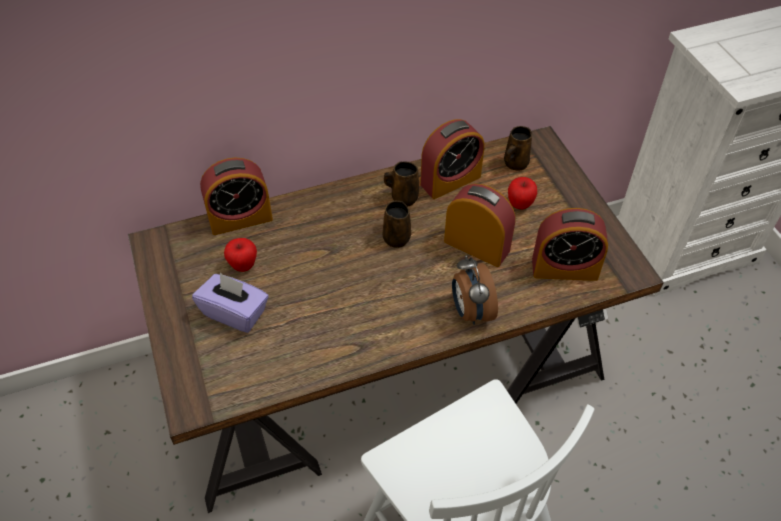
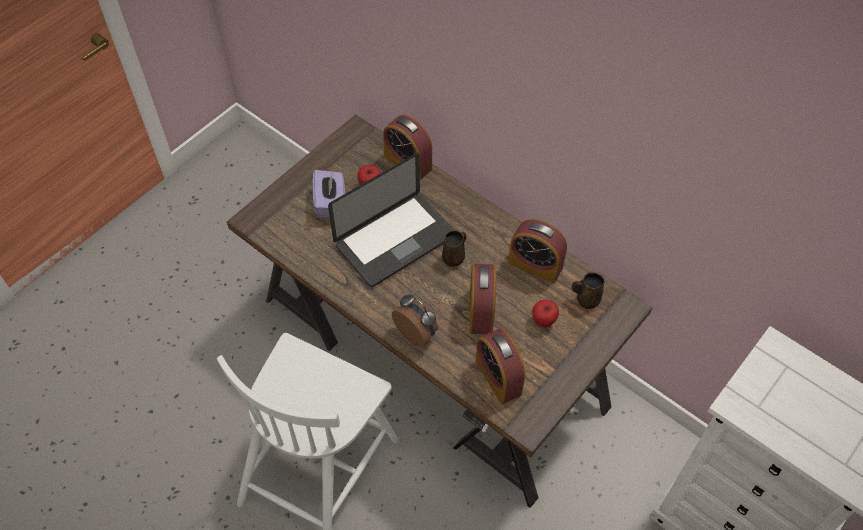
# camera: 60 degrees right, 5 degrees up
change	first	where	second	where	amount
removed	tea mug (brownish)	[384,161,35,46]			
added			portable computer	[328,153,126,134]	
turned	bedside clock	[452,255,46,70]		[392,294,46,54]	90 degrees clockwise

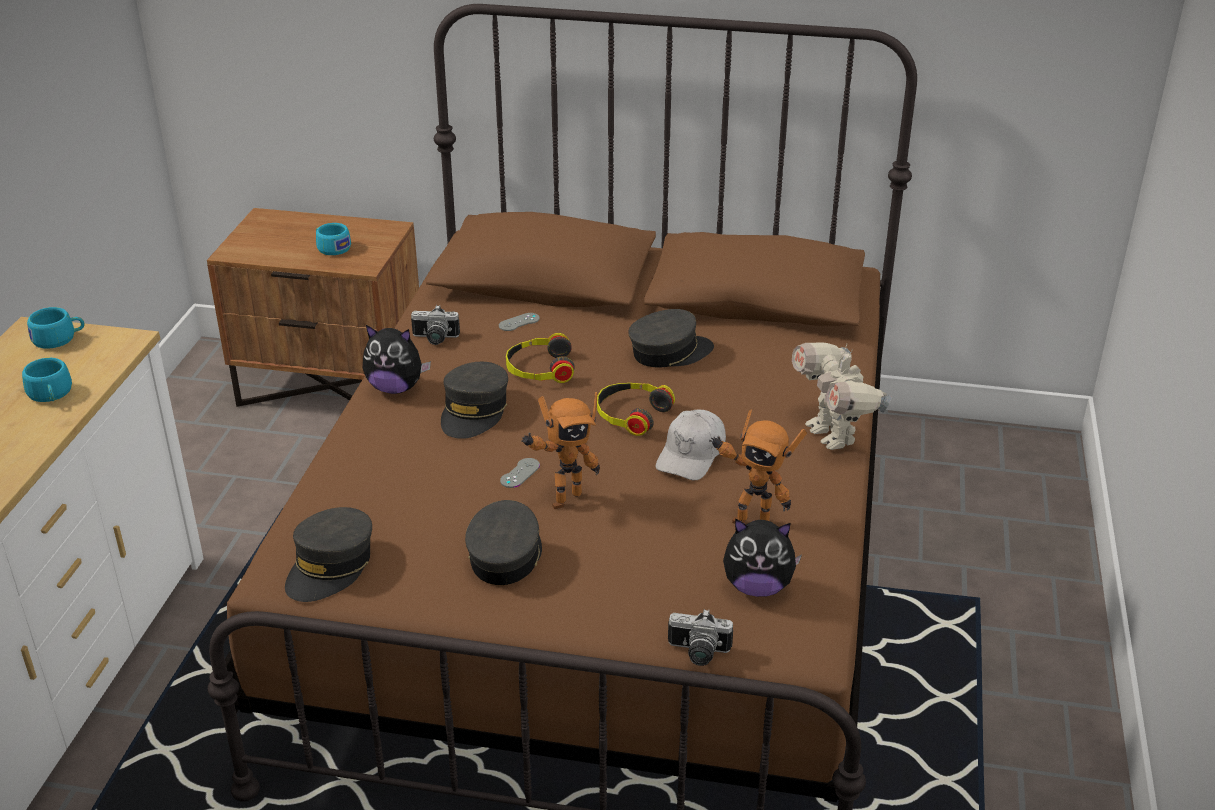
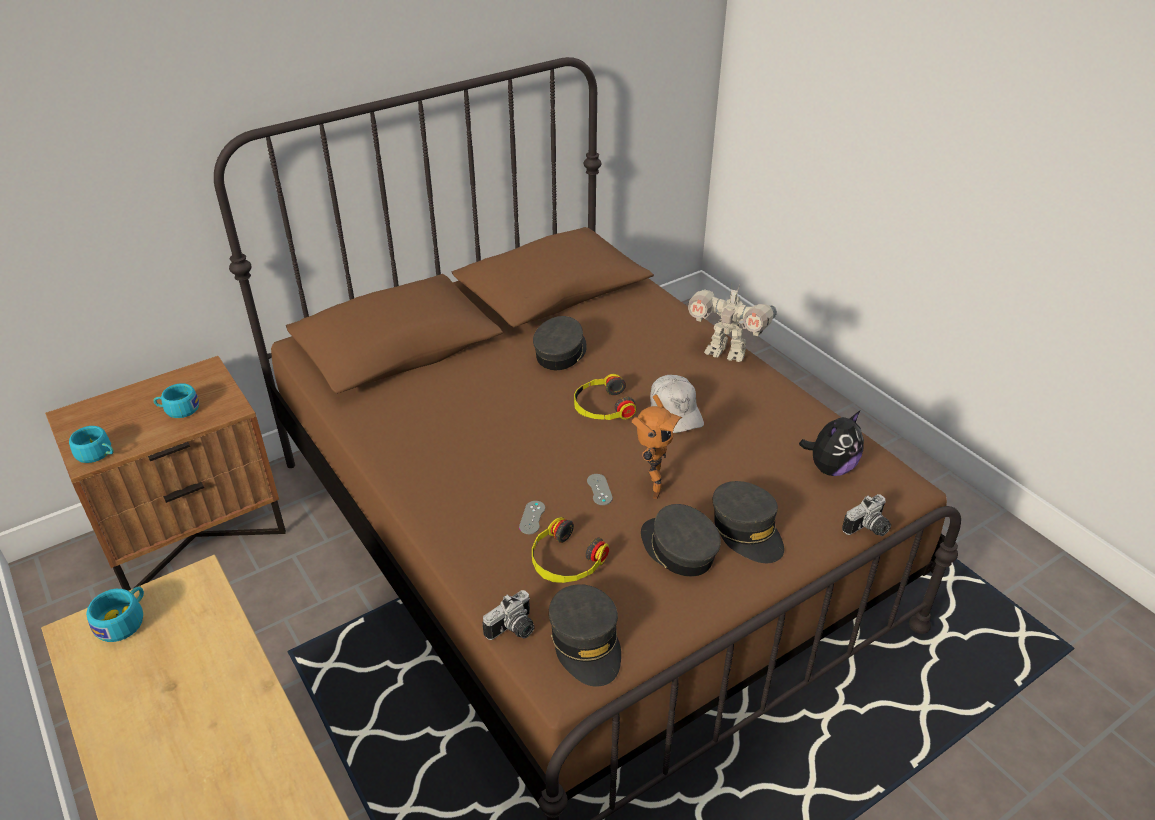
# camera: 45 degrees left, 5 degrees up
change	first	where	second	where	amount
removed	cuddly toy	[363,325,68,69]			
removed	toy robot	[709,409,98,114]			
moved	drinking cup (turquoise)	[22,358,50,44]		[69,426,45,37]	
moved	still camera	[411,305,49,40]		[482,590,53,50]	
moved	peaked cap (greyish)	[441,362,67,77]		[713,481,71,82]	
moved	gamepad (greyish)	[499,313,41,18]		[519,501,26,33]	
moved	pair of headphones	[506,333,69,50]		[532,517,77,66]	

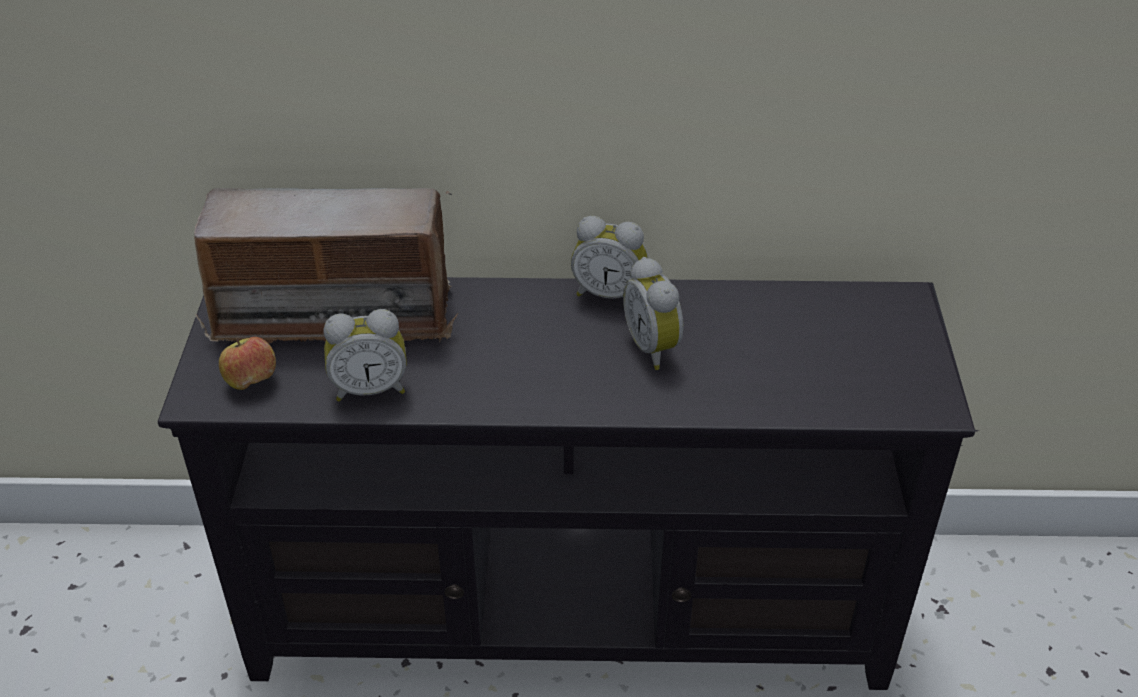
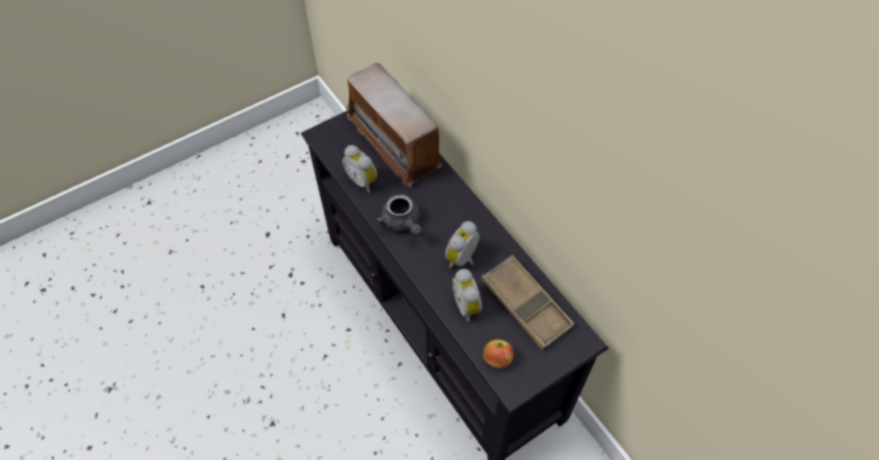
# camera: 55 degrees right, 15 degrees up
change	first	where	second	where	amount
added			tea pot (greyish)	[376,194,47,43]	
added			tray (brownish)	[481,255,93,95]	
moved	whole apple	[219,337,57,53]		[483,340,31,28]	
moved	bedside clock	[571,216,77,83]		[452,269,30,53]	

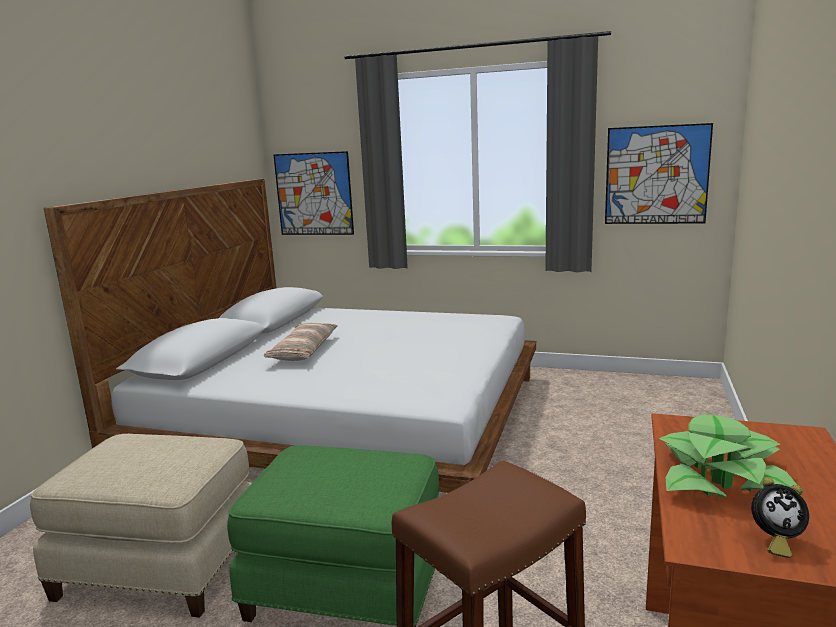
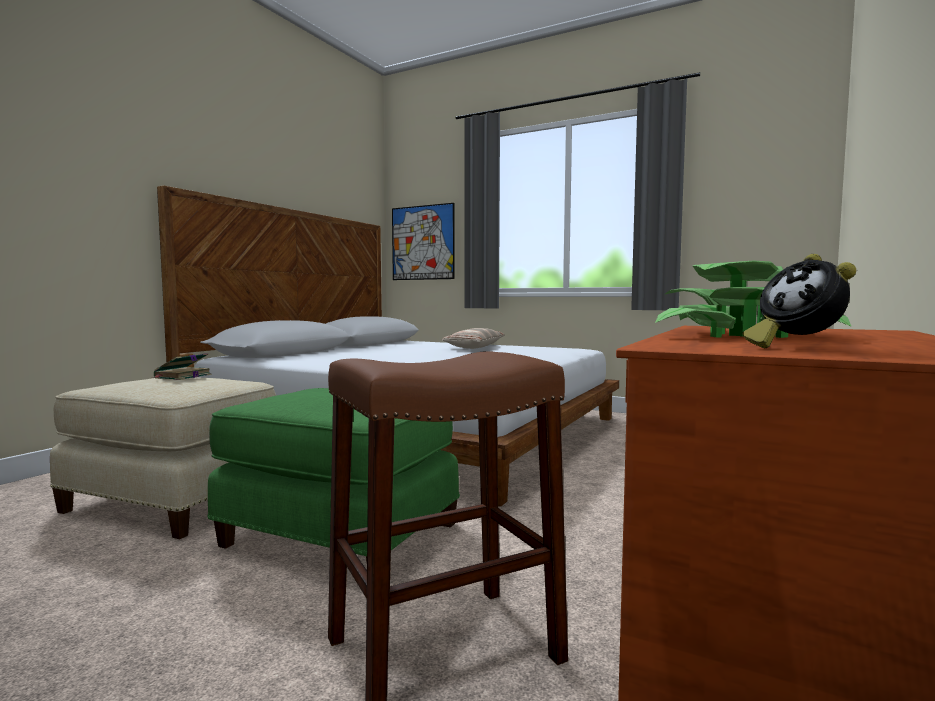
# camera: 10 degrees right, 10 degrees down
change	first	where	second	where	amount
removed	wall picture	[605,123,108,101]			
added			book	[152,353,60,27]	
moved	throw pillow	[264,323,74,38]		[442,328,63,21]	
turned	bedside clock	[751,477,58,81]		[742,254,114,94]	60 degrees clockwise

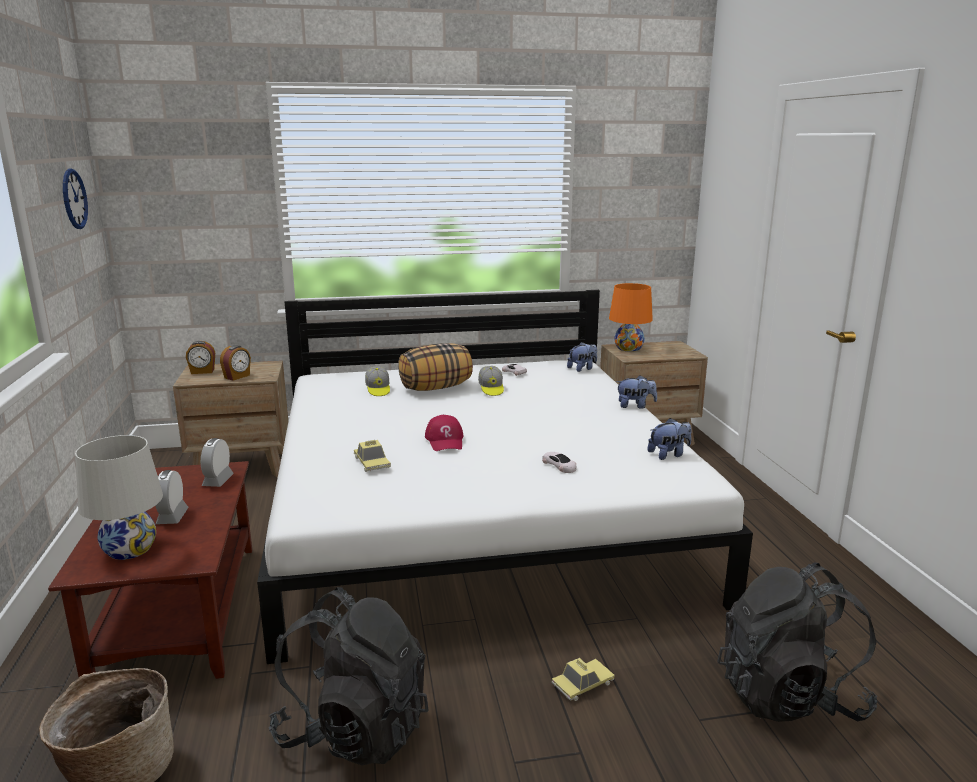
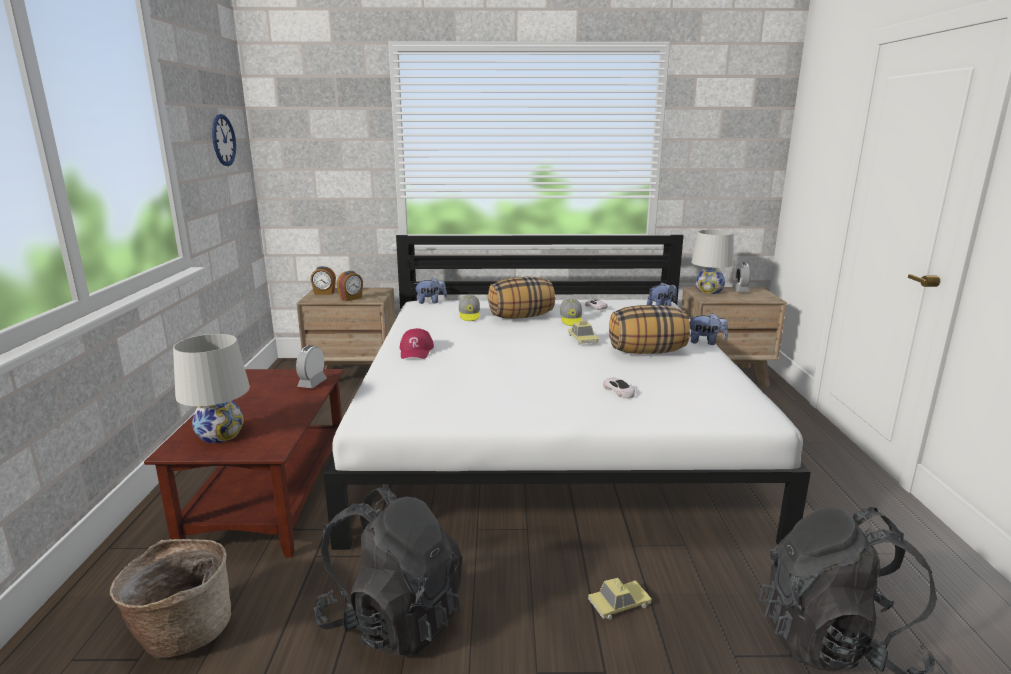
# camera: 10 degrees right, 0 degrees up
change	first	where	second	where	amount
added			throw pillow	[609,305,81,49]	
moved	bedside clock	[155,470,33,54]		[732,262,18,30]	
moved	miniature car	[354,440,37,32]		[568,321,31,23]	
moved	peaked cap (reddish)	[425,415,38,36]		[400,328,34,31]	
moved	cuddly toy	[647,418,45,42]		[414,278,33,26]	
recoloured	lamp for a table (orange-coloured)	[609,283,44,69]	lamp for a table (whitish)	[691,230,43,64]	

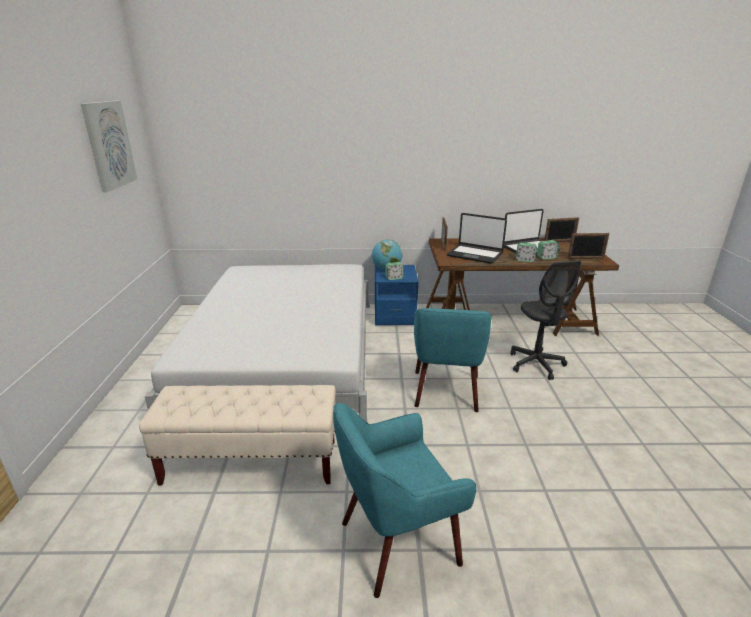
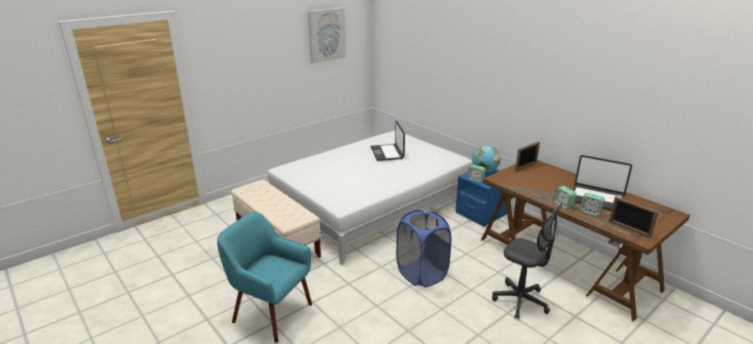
# camera: 50 degrees right, 0 degrees up
change	first	where	second	where	amount
removed	picture frame	[544,217,35,25]			
moved	portable computer	[447,213,60,51]		[370,121,35,40]	
replaced	lounge chair (turquoise)	[414,308,78,104]	laundry basket (blue)	[396,210,55,77]	
turned	computer chair (greyish)	[510,260,71,120]		[492,203,71,116]	90 degrees counterclockwise

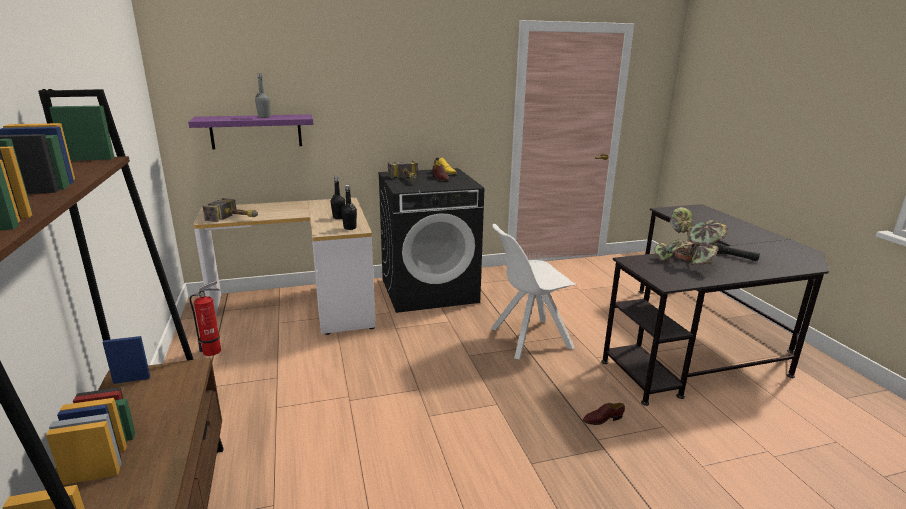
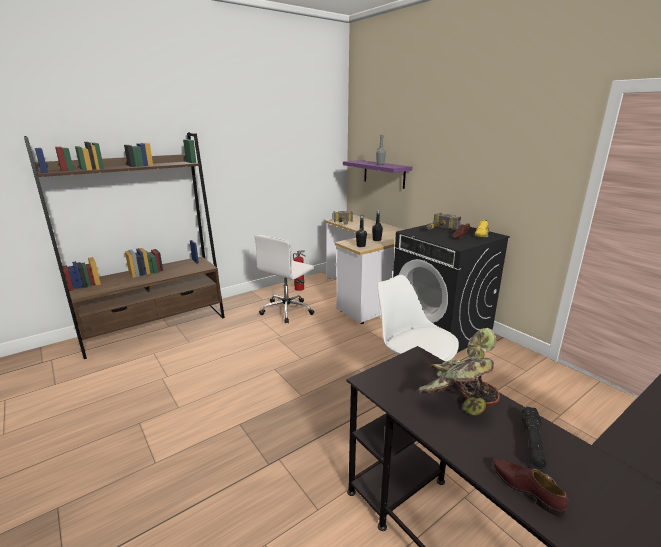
# camera: 70 degrees right, 0 degrees up
change	first	where	second	where	amount
added			computer chair (whitish)	[255,235,59,88]	
moved	item of footwear (brownish)	[583,403,42,22]		[492,459,76,58]	

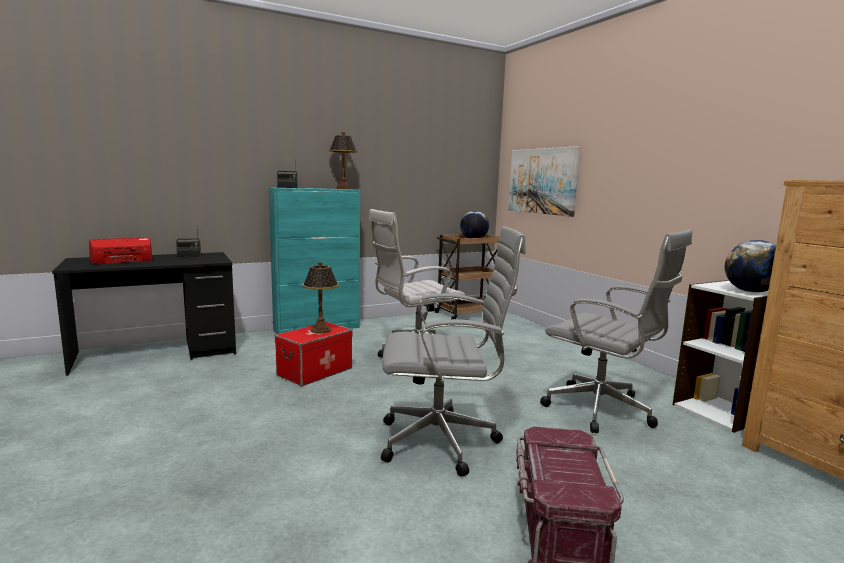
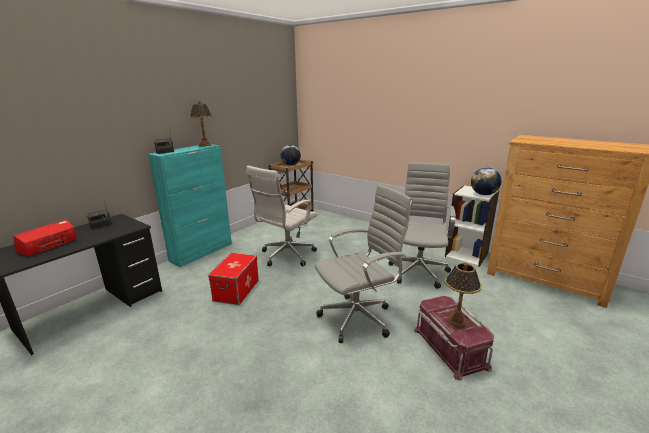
# camera: 25 degrees left, 10 degrees up
change	first	where	second	where	amount
removed	wall picture	[508,146,72,71]			
moved	lamp for a table	[302,262,37,72]		[445,263,37,64]	
turned	computer chair (greyish)	[540,229,152,204]		[389,162,67,127]	90 degrees counterclockwise

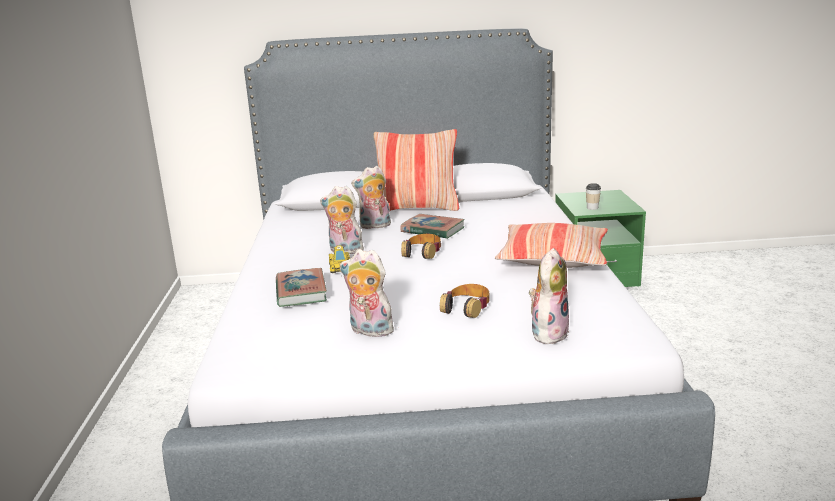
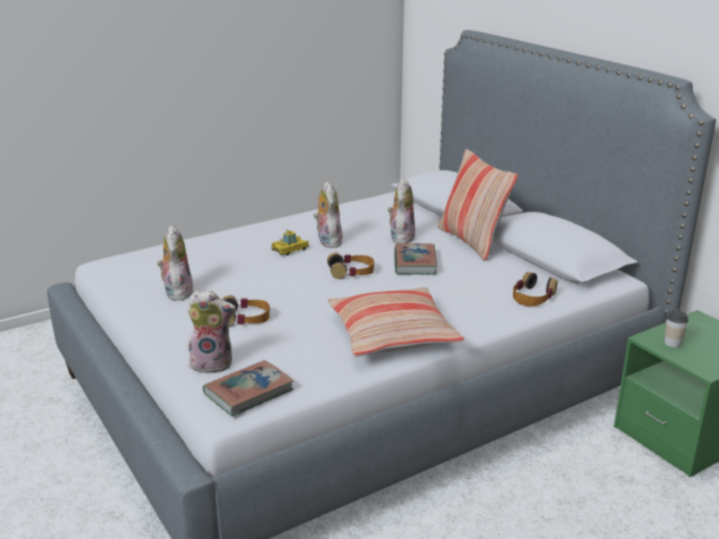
# camera: 60 degrees right, 5 degrees up
change	first	where	second	where	amount
added			pair of headphones	[513,272,45,34]	
moved	book	[276,268,51,39]		[203,360,91,57]	
turned	cuddly toy	[351,166,40,63]		[388,178,27,66]	60 degrees clockwise

